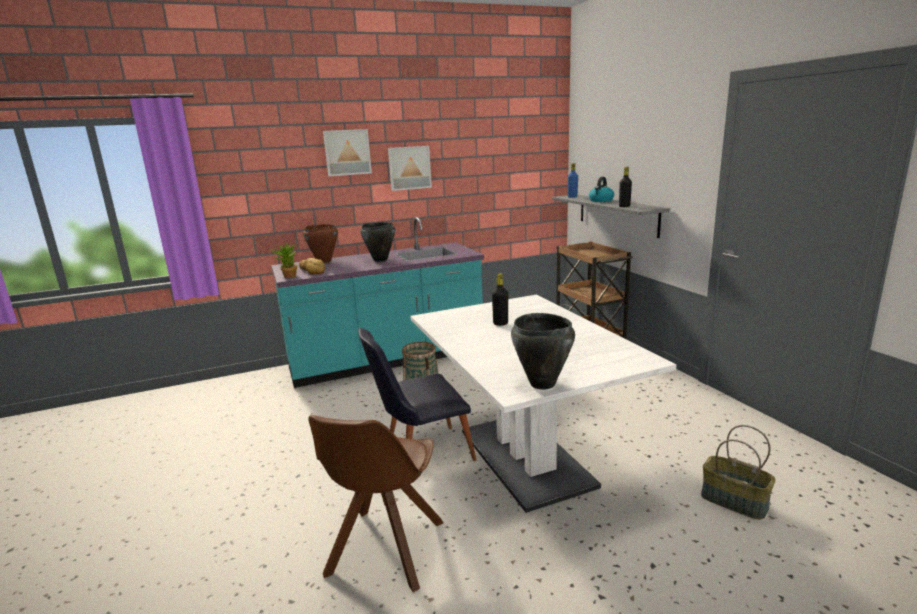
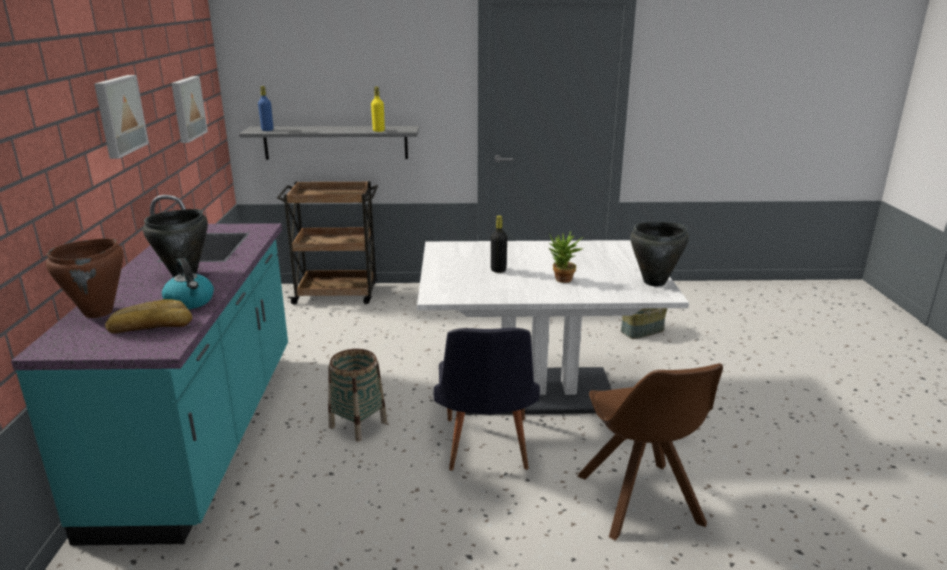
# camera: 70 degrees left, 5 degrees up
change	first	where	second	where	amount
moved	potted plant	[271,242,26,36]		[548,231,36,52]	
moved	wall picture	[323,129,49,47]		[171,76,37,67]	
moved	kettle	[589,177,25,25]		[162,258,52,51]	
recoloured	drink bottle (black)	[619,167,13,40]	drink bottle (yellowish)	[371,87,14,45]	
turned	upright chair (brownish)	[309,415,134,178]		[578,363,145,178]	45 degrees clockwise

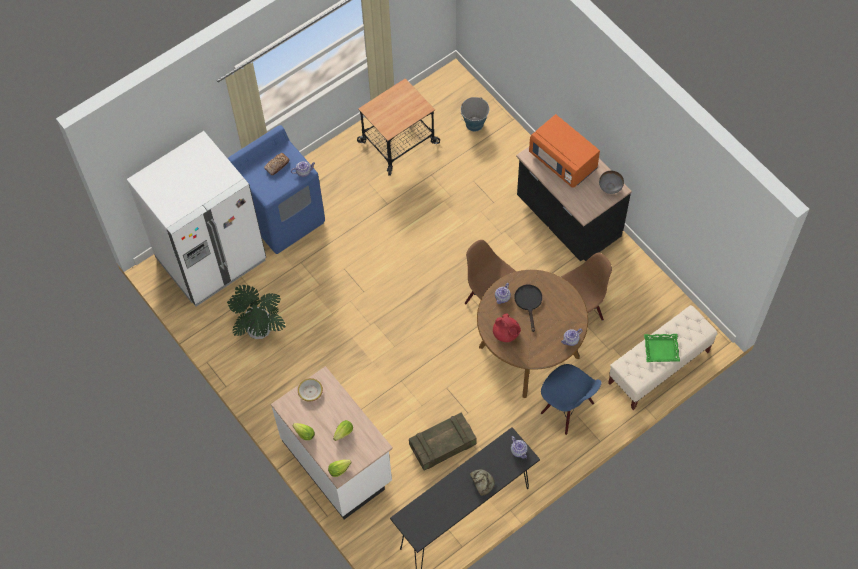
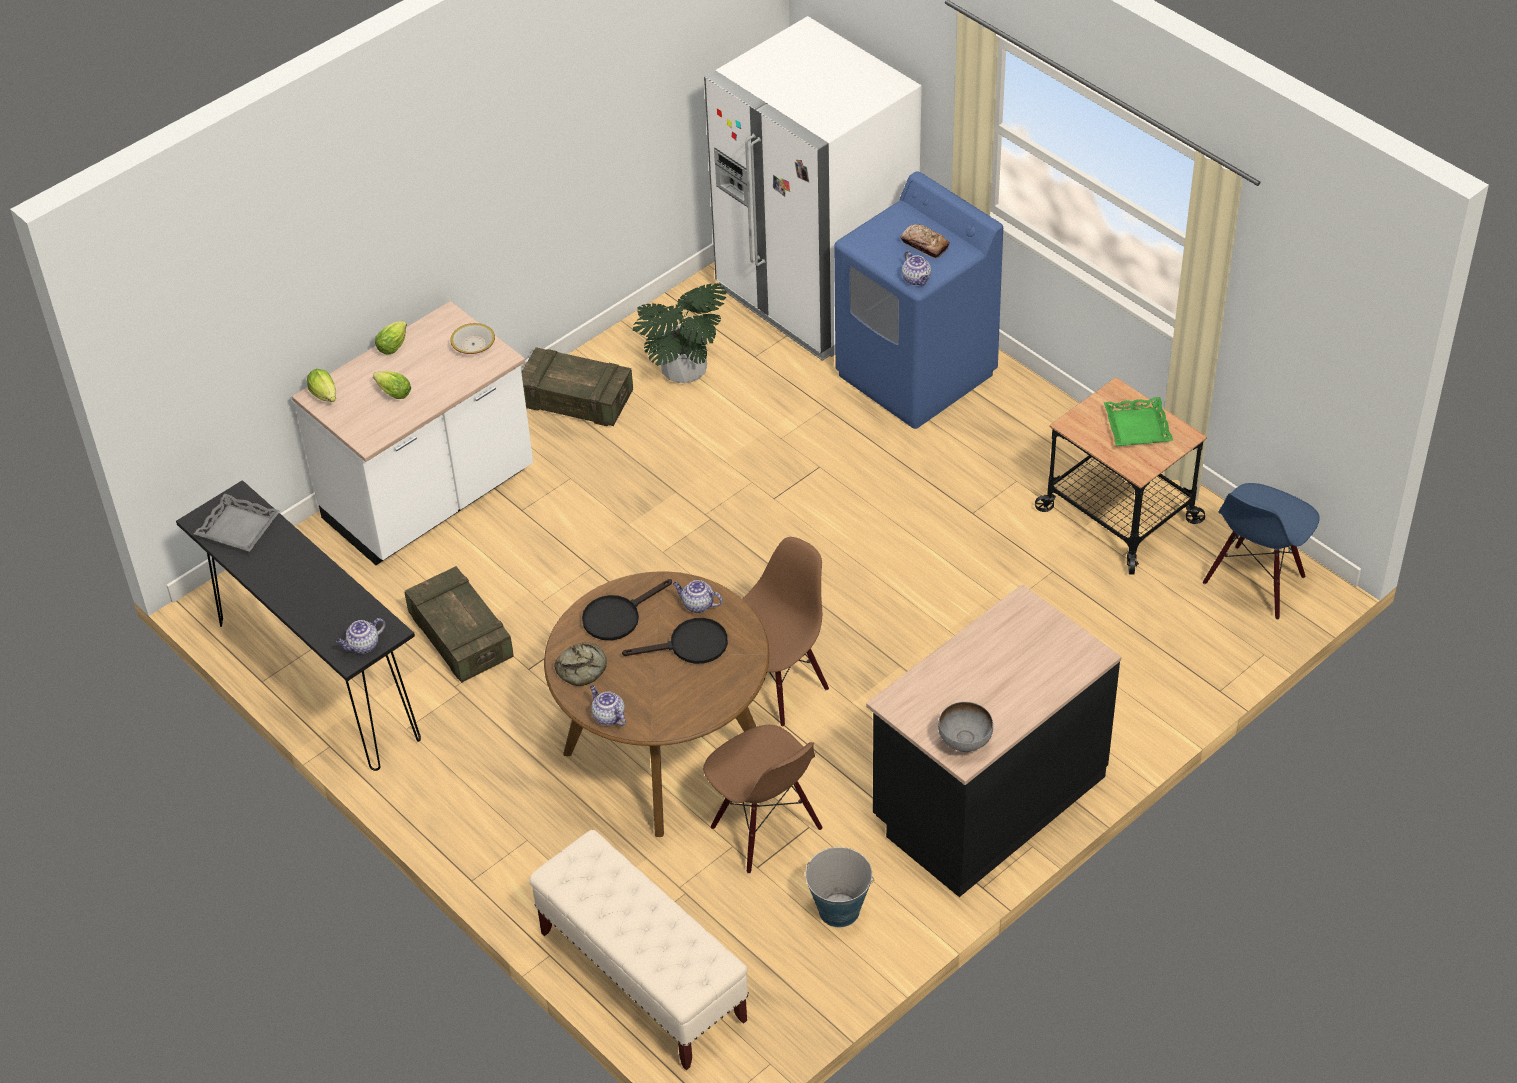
# camera: 85 degrees right, 15 degrees down
change	first	where	second	where	amount
removed	microwave oven (orange-coloured)	[529,114,71,74]			
added			tray (greyish)	[194,494,86,58]	
added			packing crate	[521,347,112,79]	
moved	bucket	[461,97,28,35]		[805,847,69,80]	
moved	bakery bread	[470,469,25,27]		[554,643,53,43]	
moved	upright chair (blue)	[541,364,61,71]		[1203,483,117,136]	
moved	tray (green)	[644,334,36,28]		[1104,397,69,49]	
replaced	tea pot (reddish)	[493,313,28,29]	skillet (black)	[582,579,90,62]	

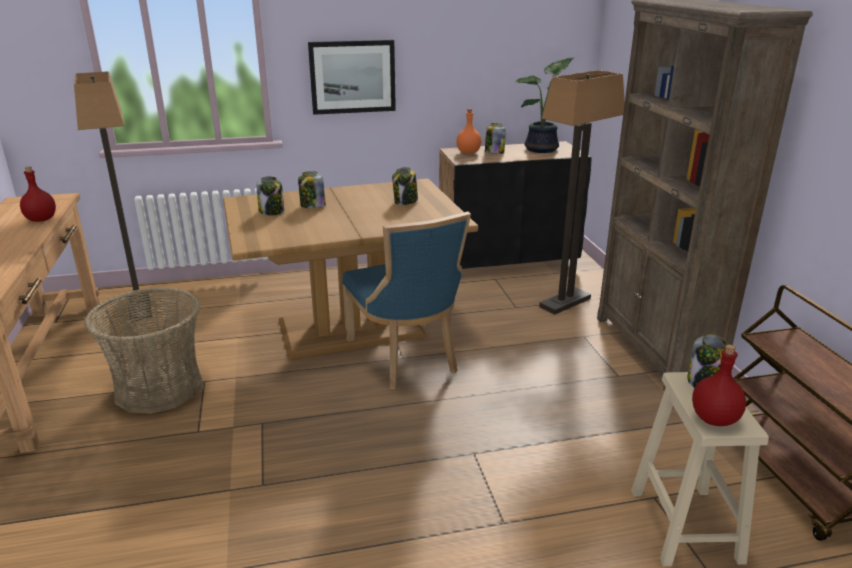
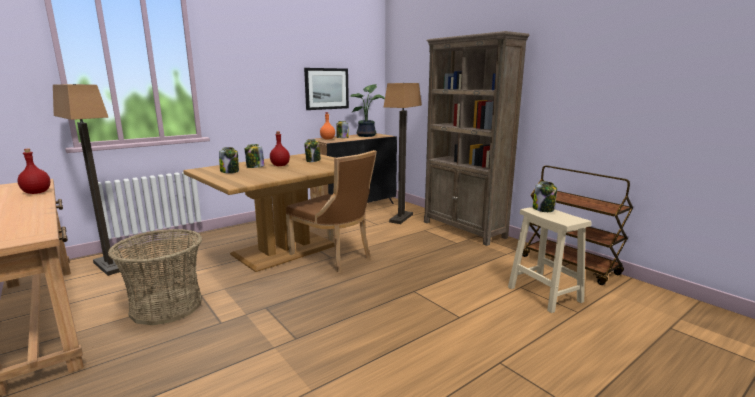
# camera: 25 degrees left, 10 degrees down
change	first	where	second	where	amount
moved	wall picture	[308,40,88,75]		[304,68,45,42]	
moved	drink bottle (reddish)	[692,345,54,81]		[270,131,20,35]	
recoloured	upright chair (blue)	[342,212,129,178]	upright chair (brownish)	[286,150,91,123]	

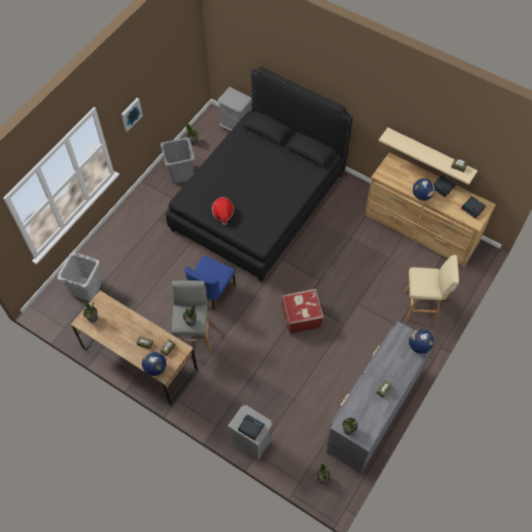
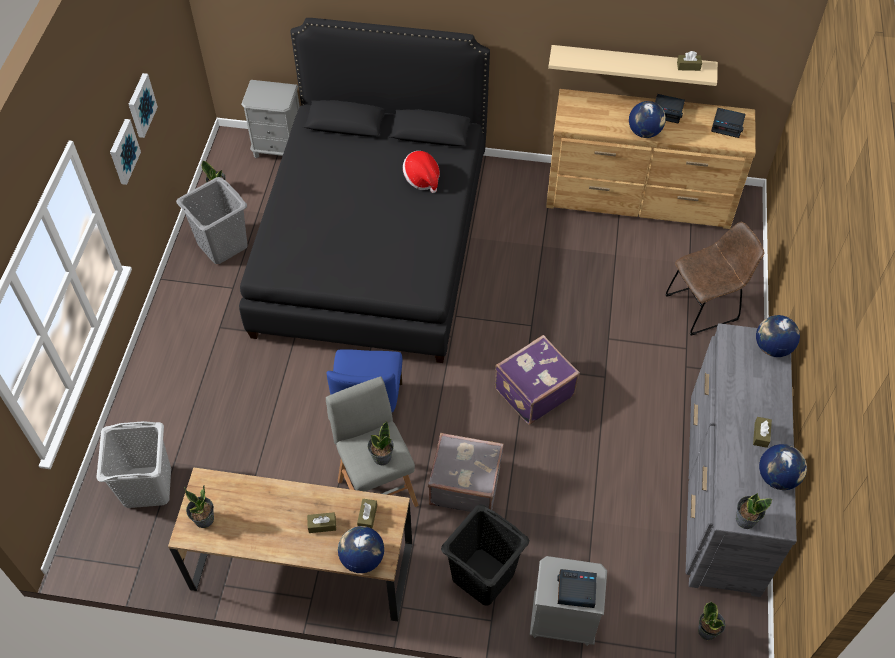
# camera: 25 degrees left, 5 degrees down
change	first	where	second	where	amount
added			wall picture	[129,73,29,65]	
added			travel case (greyish)	[428,433,76,79]	
added			laundry basket (black)	[441,504,88,102]	
added			world globe	[759,444,48,46]	
moved	clothing hat	[212,197,22,28]		[403,151,37,42]	
replaced	sitting stool (beige)	[405,255,54,67]	upright chair (brownish)	[665,222,99,114]	
recoloured	travel case (reddish)	[282,289,42,45]	travel case (purple)	[495,335,85,90]	

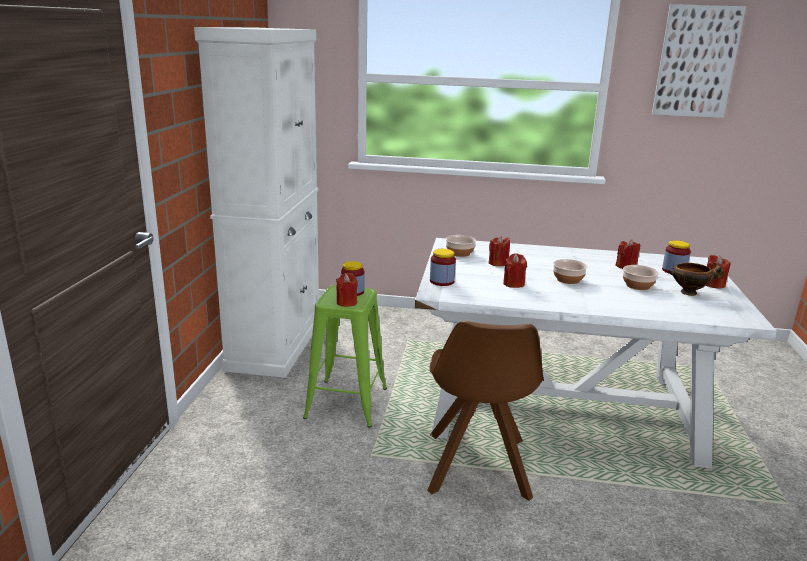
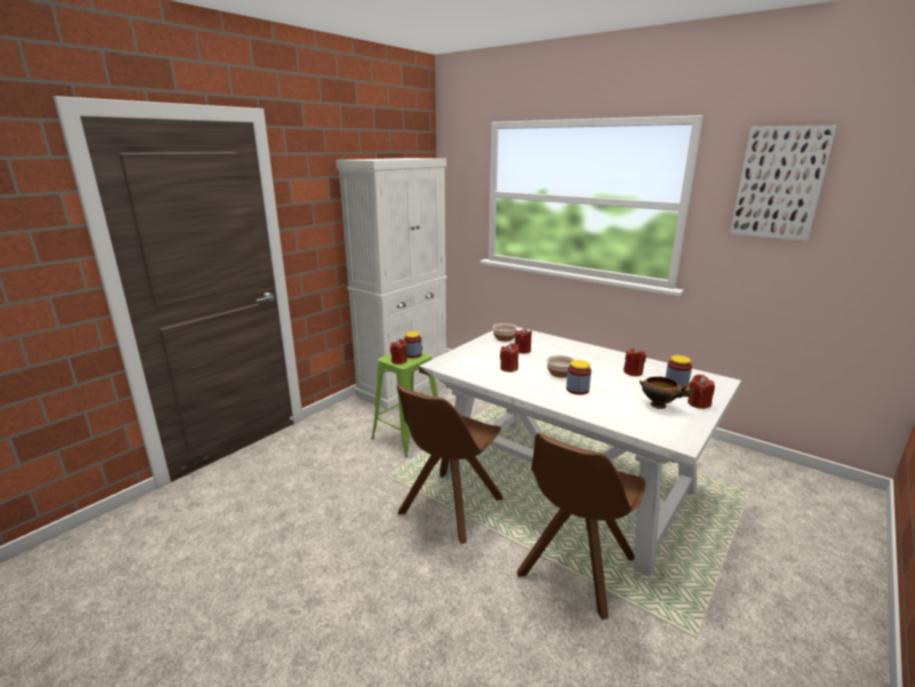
# camera: 30 degrees right, 0 degrees up
change	first	where	second	where	amount
removed	bowl	[623,265,36,25]			
added			upright chair (brownish)	[517,432,129,188]	
moved	preserve jar	[430,249,26,37]		[566,360,25,35]	

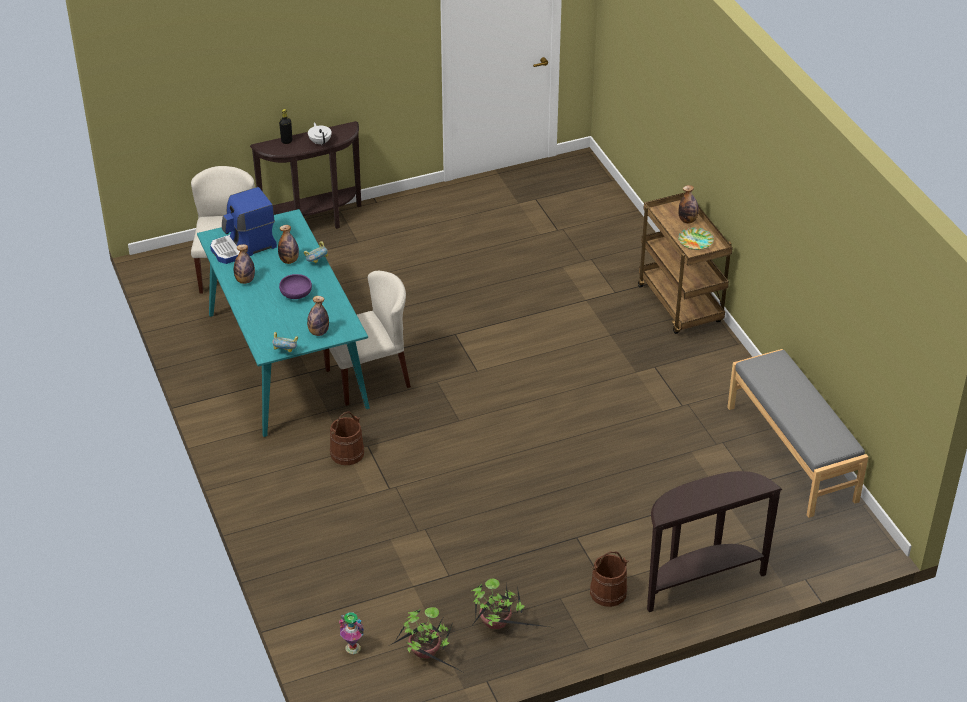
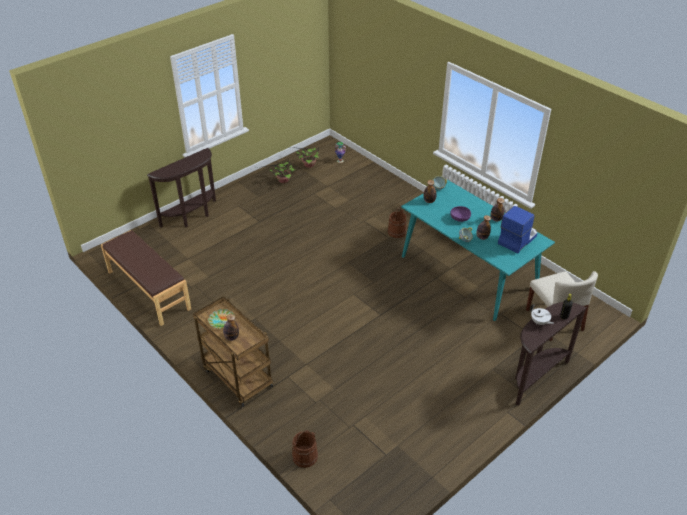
# camera: 160 degrees right, 0 degrees up
change	first	where	second	where	amount
removed	upright chair (beige)	[323,271,88,135]			
moved	bucket (brownish)	[590,551,39,56]		[292,430,26,38]	
recoloured	bench (greyish)	[727,349,141,169]	bench (brownish)	[101,230,90,96]	

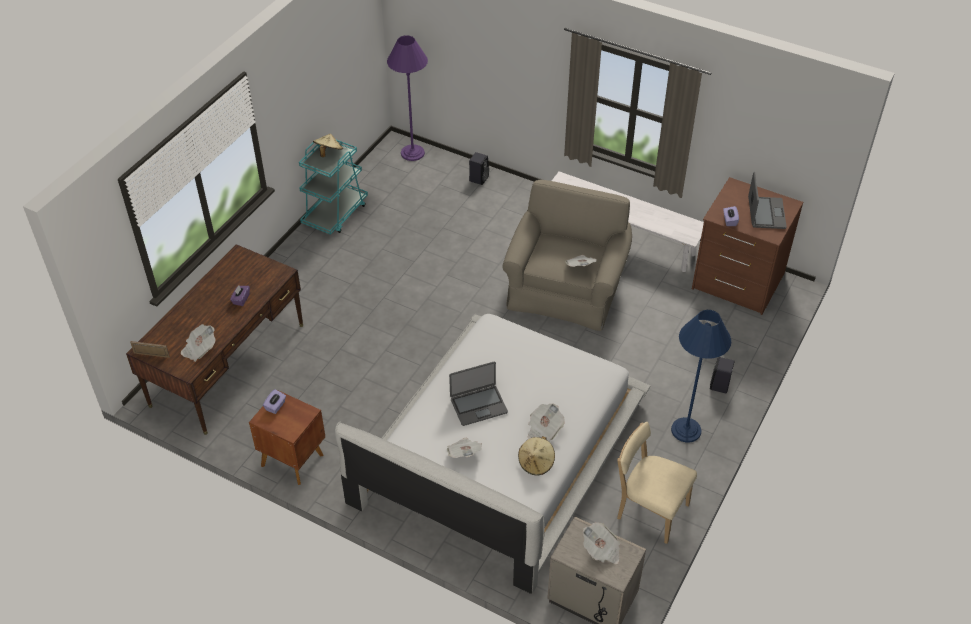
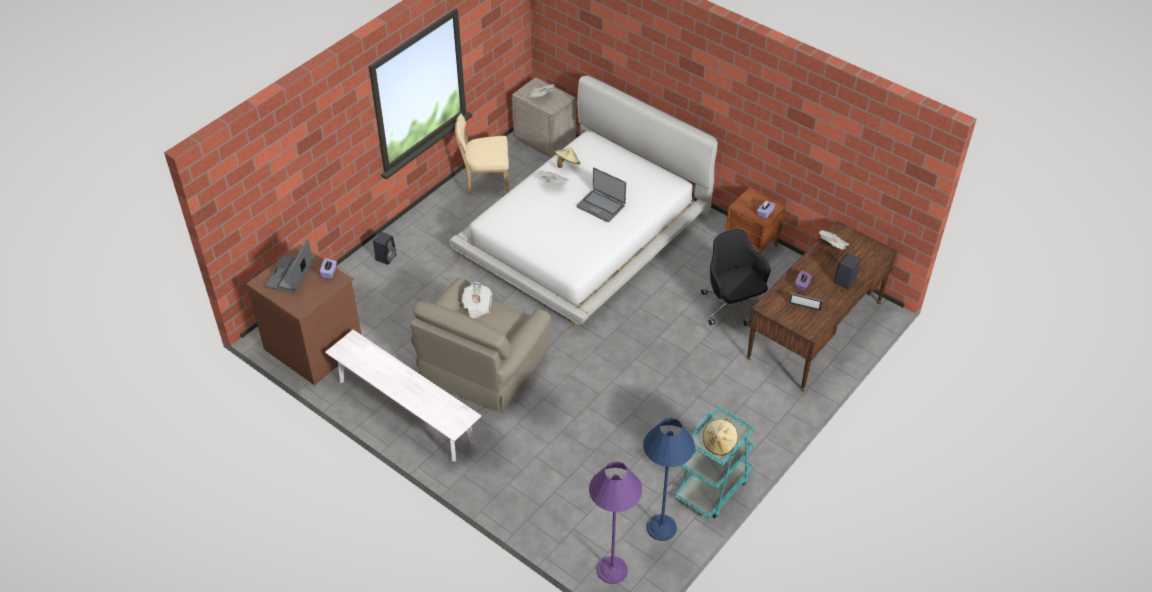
# camera: 170 degrees left, 0 degrees up
change	first	where	second	where	amount
removed	newspaper	[447,438,35,20]			
added			computer chair (black)	[701,229,70,97]	
moved	picture frame	[130,341,40,17]		[788,293,35,19]	
moved	speaker (black)	[469,152,20,33]		[834,253,26,36]	
moved	standard lamp (blue)	[671,310,60,133]		[643,418,52,123]	
turned	portable computer	[449,361,59,65]		[577,168,49,54]	135 degrees counterclockwise
turned	upright chair (beige)	[617,422,80,122]		[455,114,54,81]	135 degrees clockwise

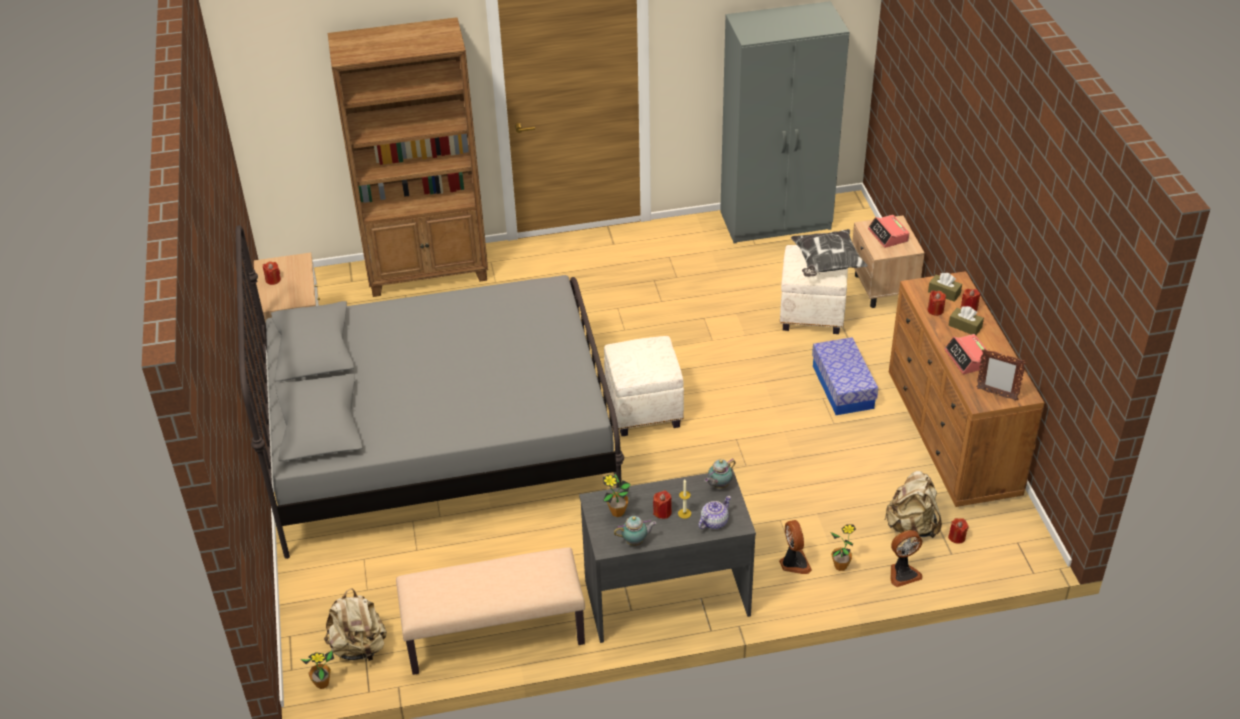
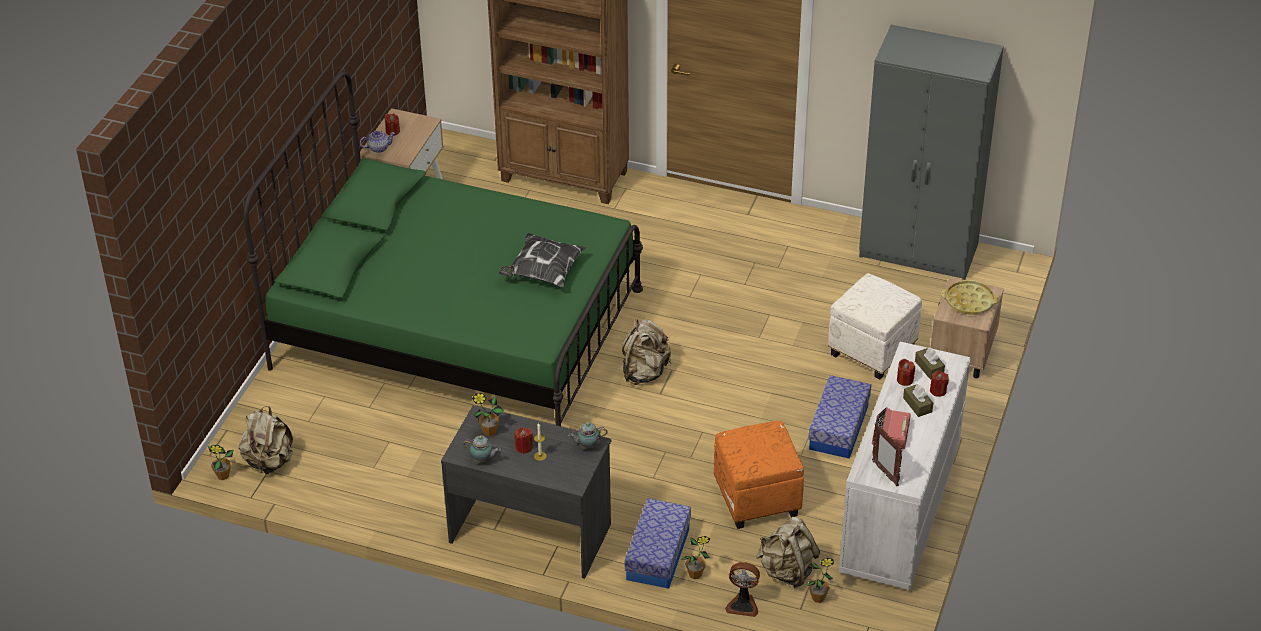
# camera: 30 degrees right, 0 degrees up
change	first	where	second	where	amount
removed	bench (beige)	[396,547,189,128]			
added			footrest (orange-coloured)	[714,421,90,108]	
moved	tea pot	[698,496,33,33]		[360,131,35,22]	
moved	throw pillow	[791,229,77,48]		[499,233,88,54]	
replaced	footrest (whitish)	[604,336,80,100]	rucksack (beige)	[622,319,49,66]	
replaced	cooling fan	[779,520,33,54]	storage container	[625,498,66,91]	
replaced	bedside clock	[868,215,41,33]	tray (yellowish)	[941,280,58,35]	
replaced	wax candle (reddish)	[948,518,20,26]	potted plant	[807,558,27,45]	
recoloured	bed (greyish)	[236,225,388,334]	bed (green)	[243,71,400,355]	
recoloured	dresser (brownish)	[889,271,156,236]	dresser (whitish)	[839,342,132,248]	

